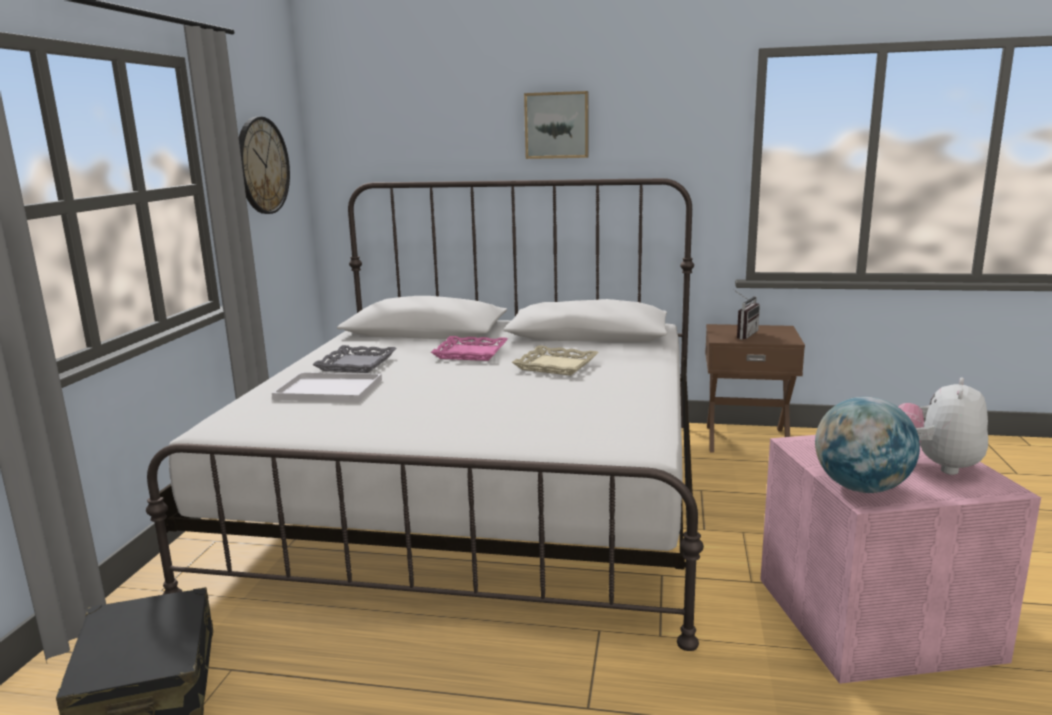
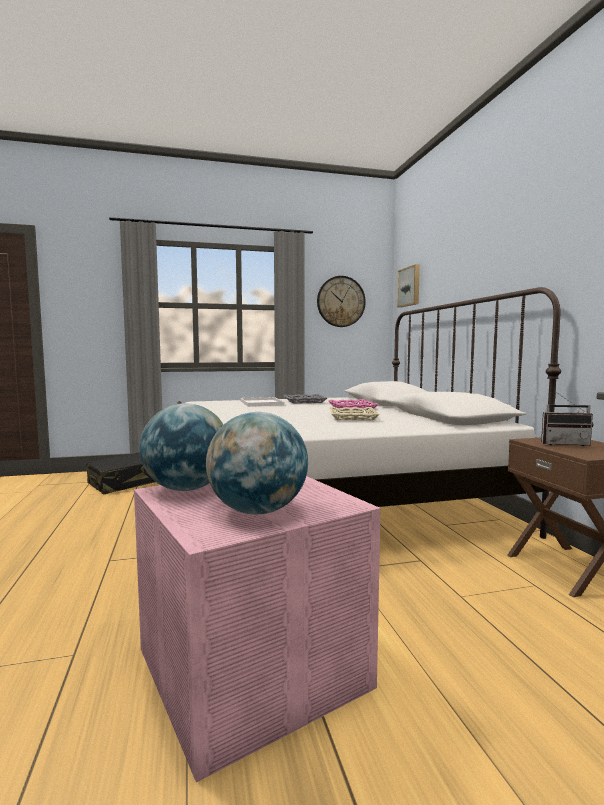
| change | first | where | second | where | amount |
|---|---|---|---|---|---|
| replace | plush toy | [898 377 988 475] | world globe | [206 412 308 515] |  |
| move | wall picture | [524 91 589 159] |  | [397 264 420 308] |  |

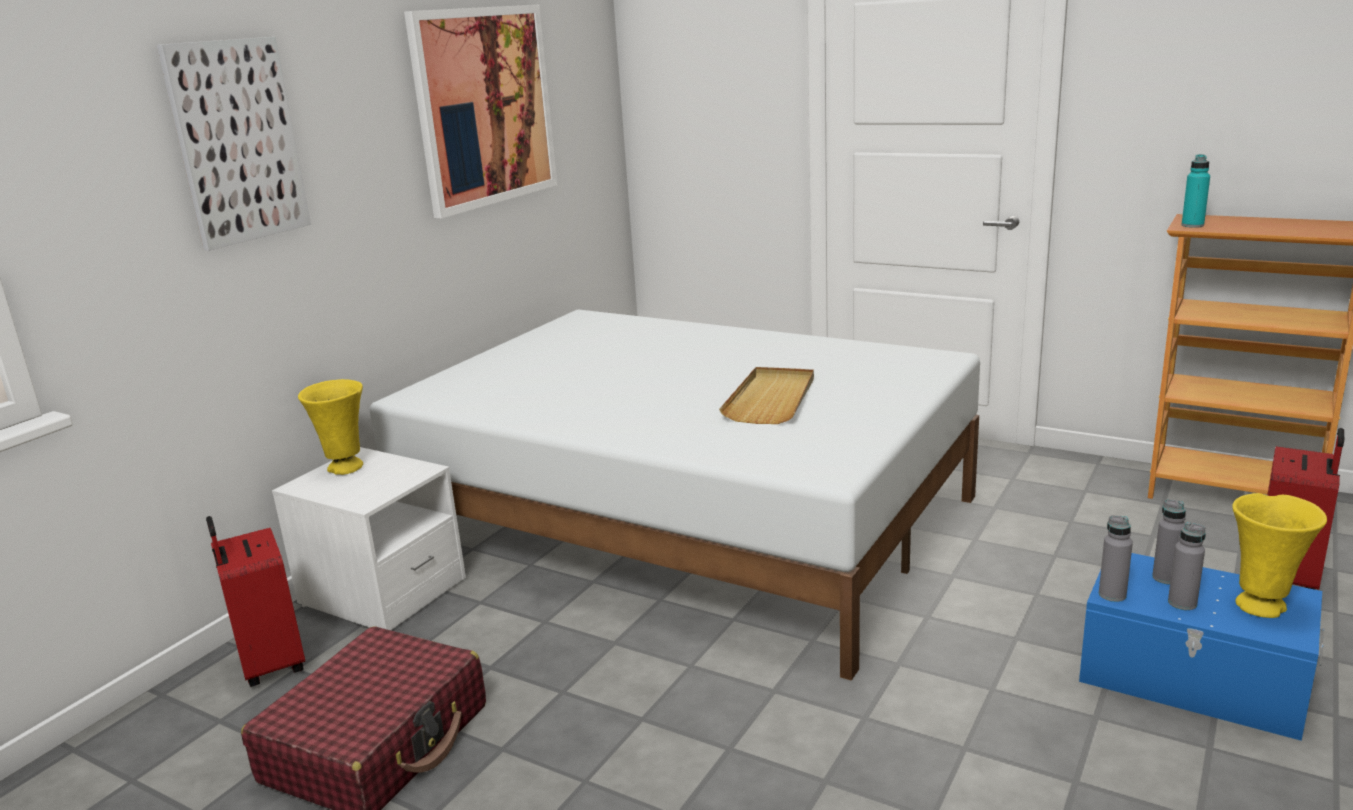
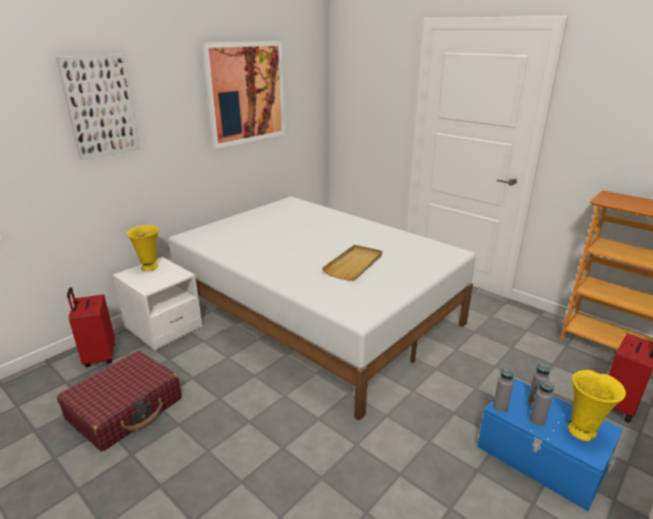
| change | first | where | second | where | amount |
|---|---|---|---|---|---|
| delete | beverage bottle in blue-green | [1181 154 1210 228] |  |  |  |

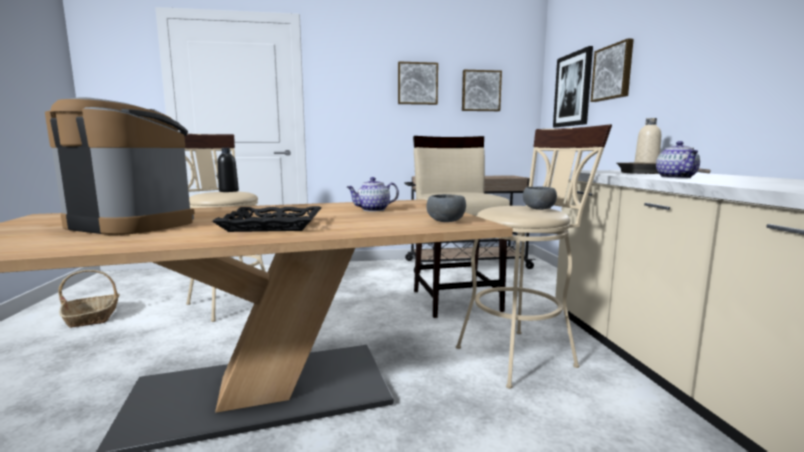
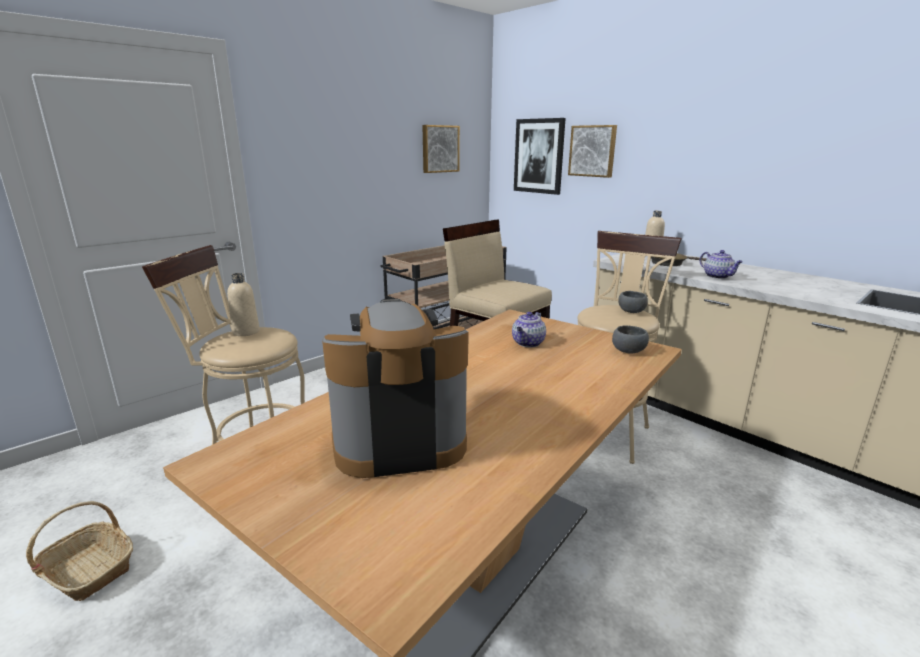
| change | first | where | second | where | amount |
|---|---|---|---|---|---|
| recolor | beverage bottle in black | [218 148 239 192] | beverage bottle in beige | [227 273 260 336] |  |
| delete | tray in black | [212 206 321 232] |  |  |  |
| delete | wall picture | [398 62 438 105] |  |  |  |

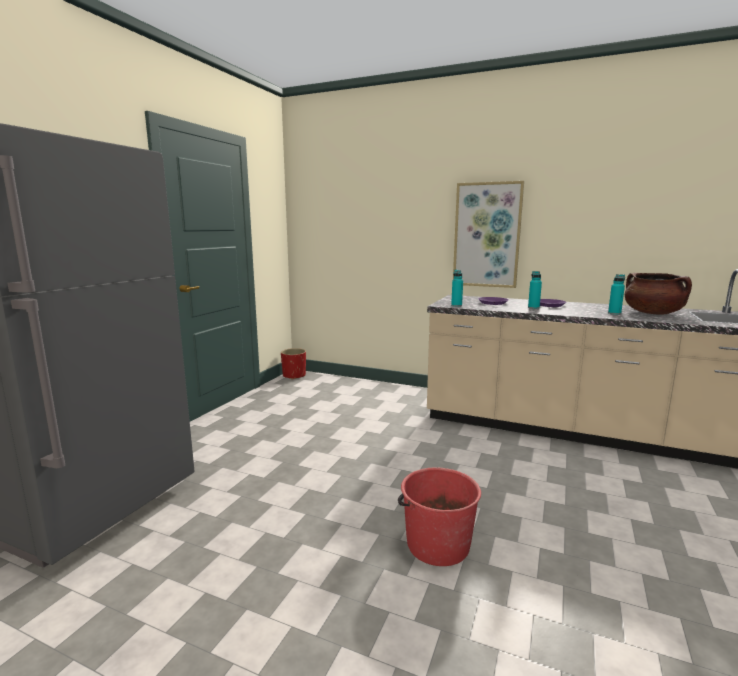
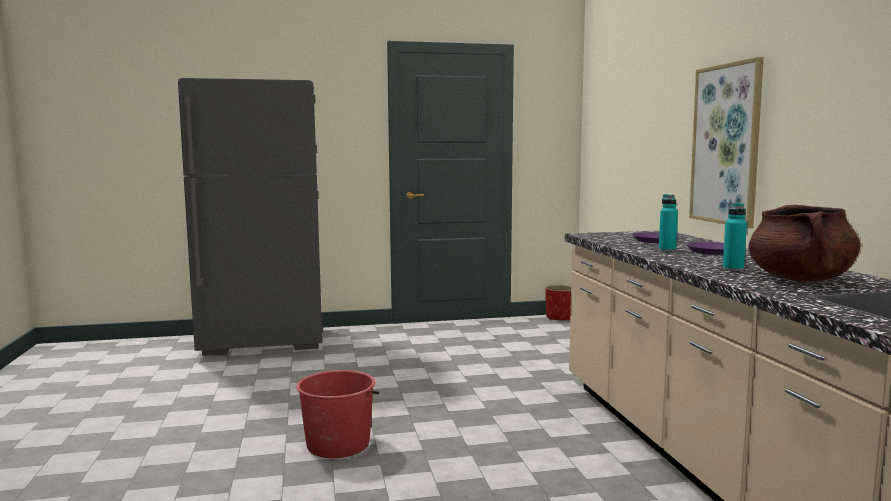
| change | first | where | second | where | amount |
|---|---|---|---|---|---|
| delete | beverage bottle in blue-green | [451 270 463 307] |  |  |  |

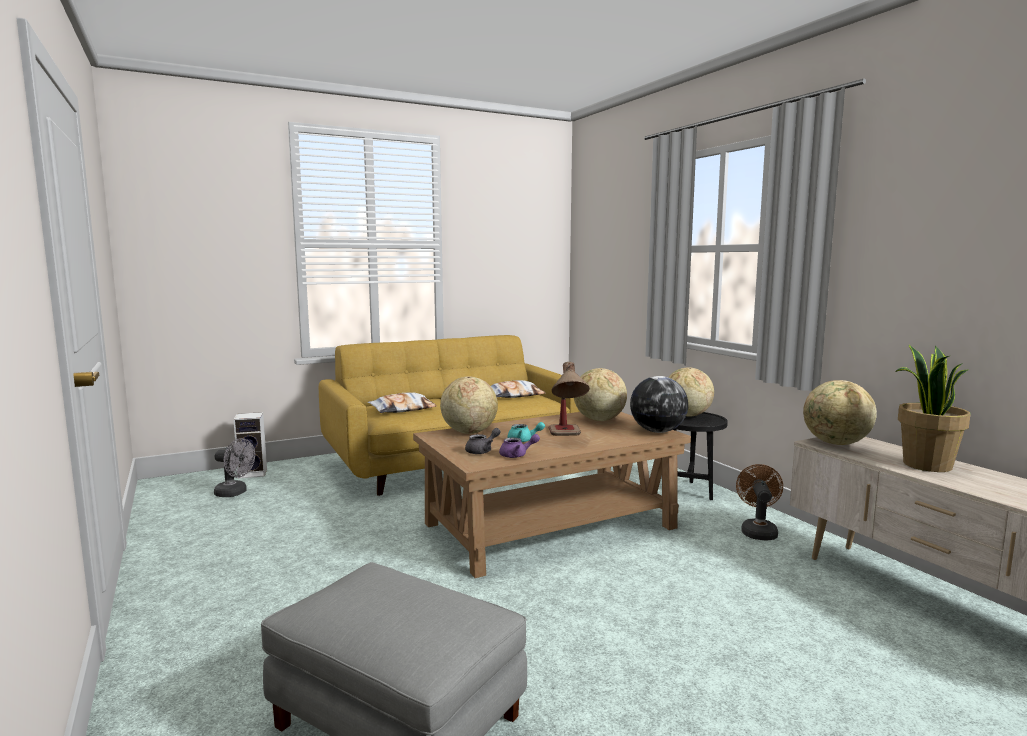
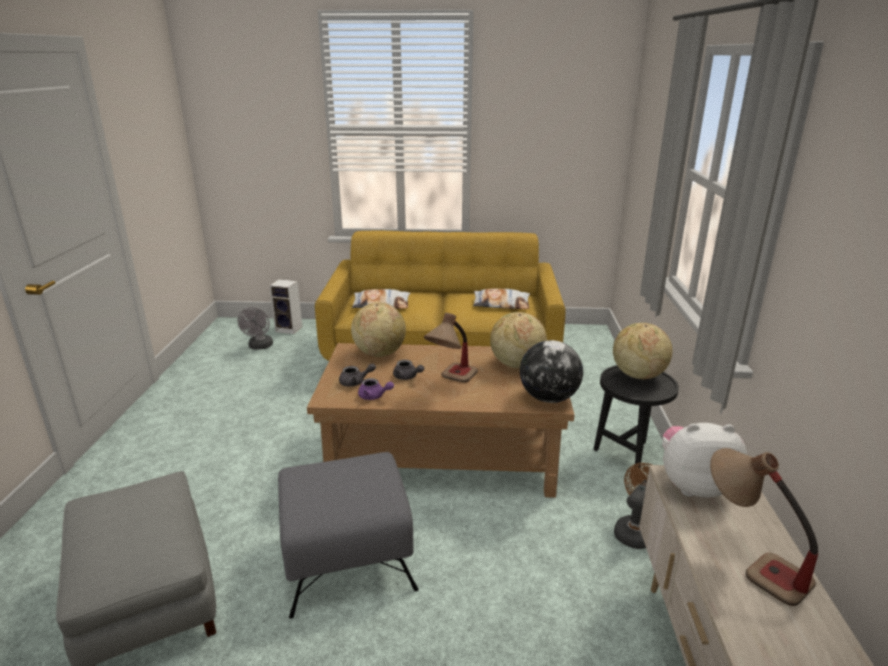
| change | first | where | second | where | amount |
|---|---|---|---|---|---|
| rotate | cooling fan in grey | [214 438 255 497] |  | [237 307 273 350] | 45 degrees clockwise |
| insert |  |  | footrest in grey | [278 452 419 619] |  |
| recolor | pot for tea in blue-green | [507 422 545 442] | pot for tea in grey | [393 360 424 380] |  |
| replace | world globe | [803 380 877 445] | plush toy | [662 423 747 498] |  |
| replace | potted plant | [895 345 970 472] | table lamp | [710 448 818 606] |  |

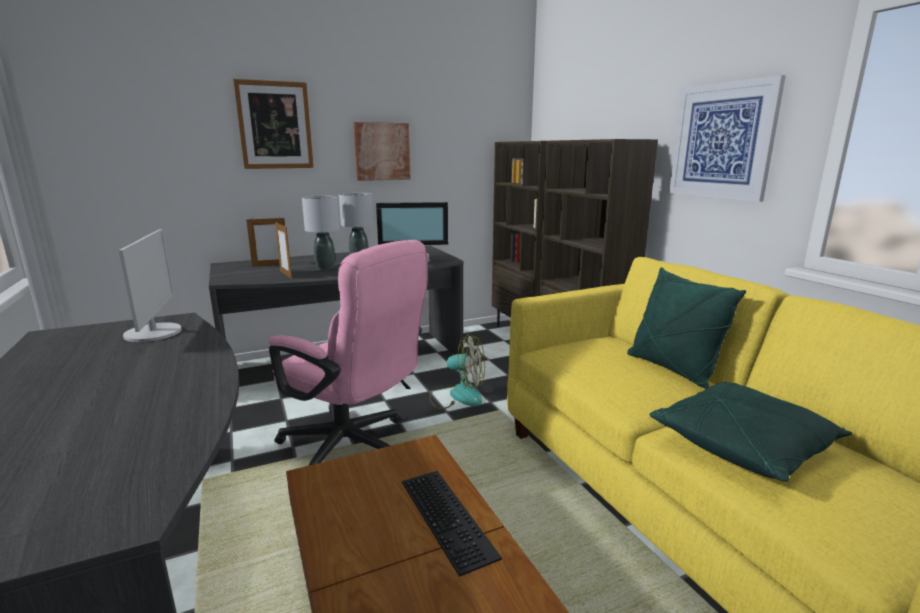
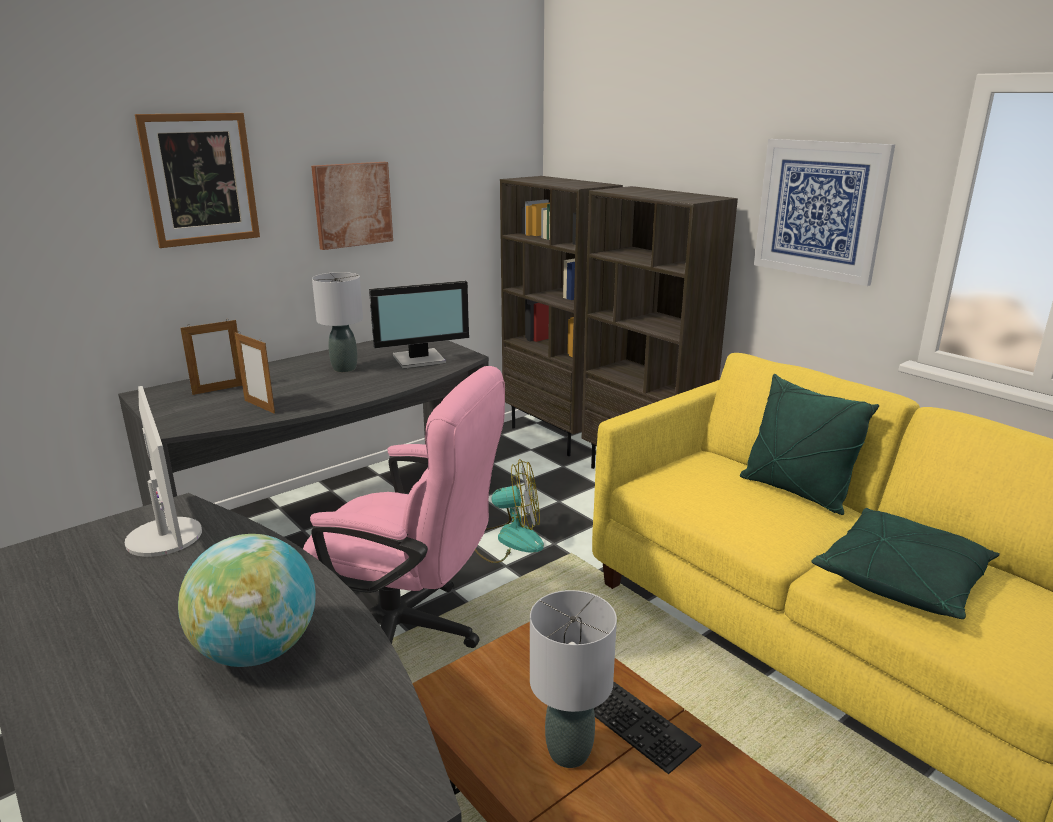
| change | first | where | second | where | amount |
|---|---|---|---|---|---|
| insert |  |  | world globe | [178 534 316 667] |  |
| move | table lamp in grey | [302 196 340 269] |  | [530 590 617 768] |  |

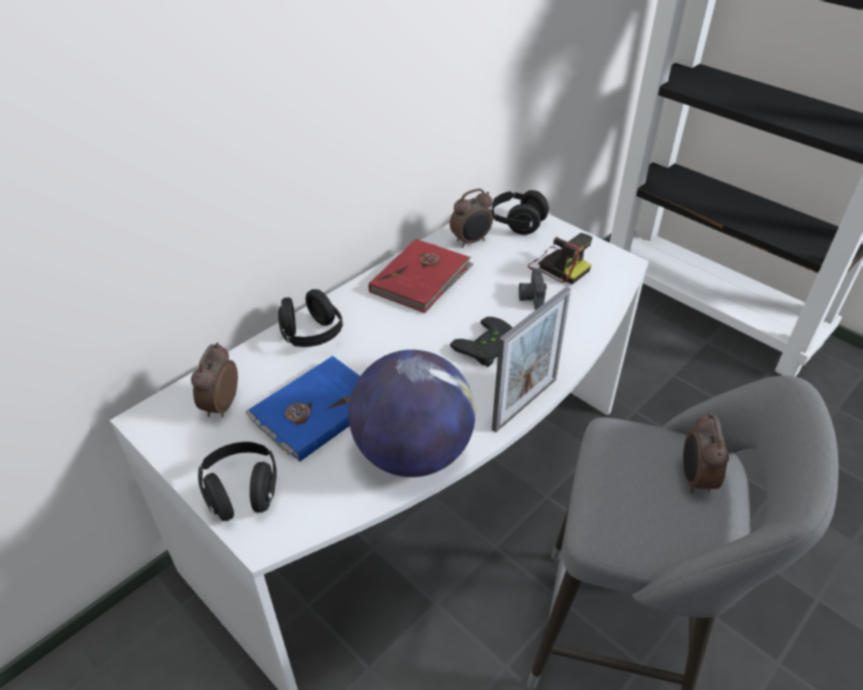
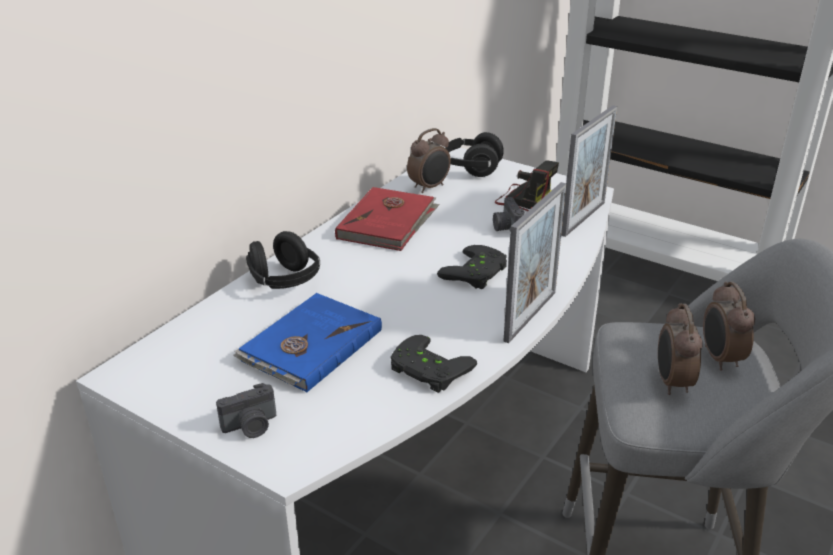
| change | first | where | second | where | amount |
|---|---|---|---|---|---|
| replace | headset in black | [198 442 277 521] | still camera | [216 383 276 438] |  |
| replace | world globe | [348 350 475 477] | game controller in black | [390 335 477 393] |  |
| insert |  |  | standing frame | [561 105 617 237] |  |
| move | alarm clock | [191 343 238 417] |  | [658 303 703 395] |  |

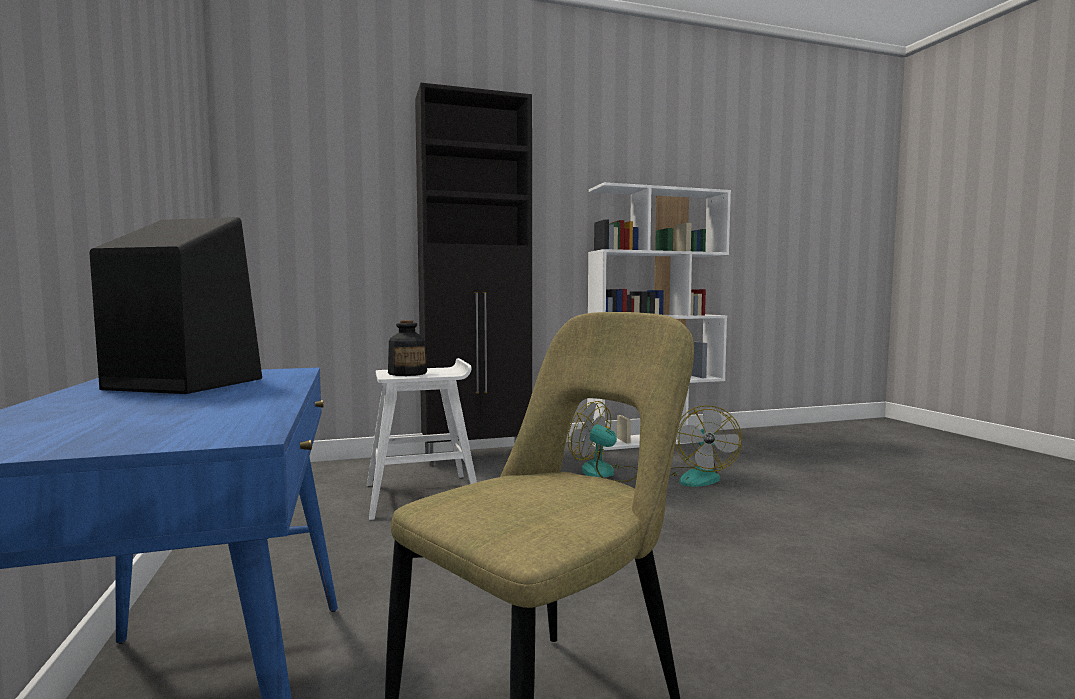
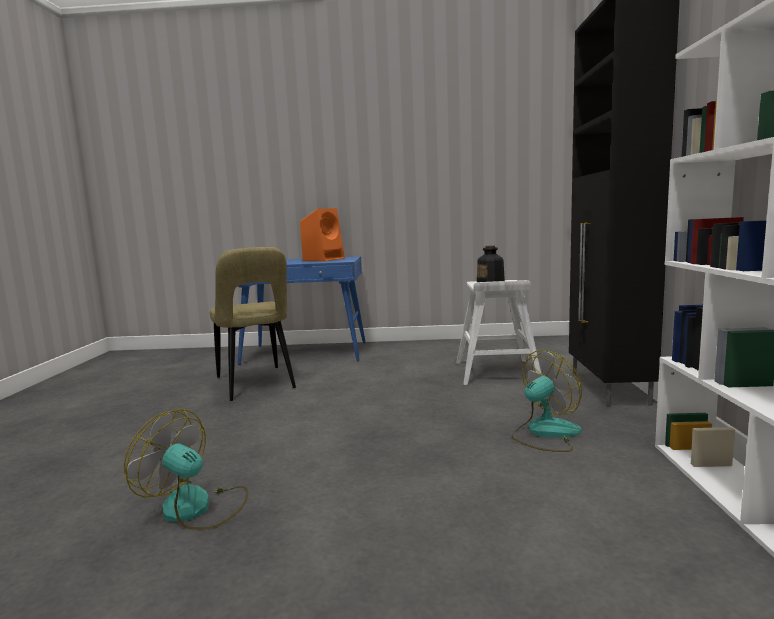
| change | first | where | second | where | amount |
|---|---|---|---|---|---|
| move | cooling fan | [670 405 742 487] |  | [124 409 248 530] |  |
| recolor | audio speaker in black | [89 217 262 394] | audio speaker in orange | [300 208 345 261] |  |

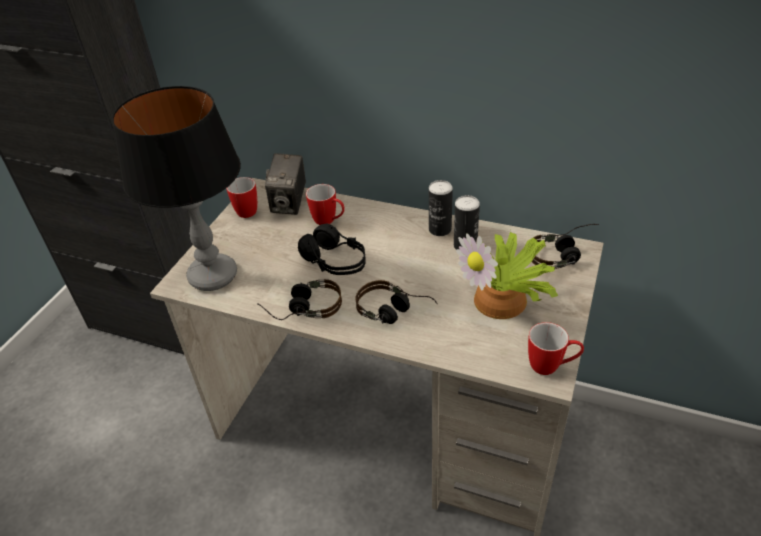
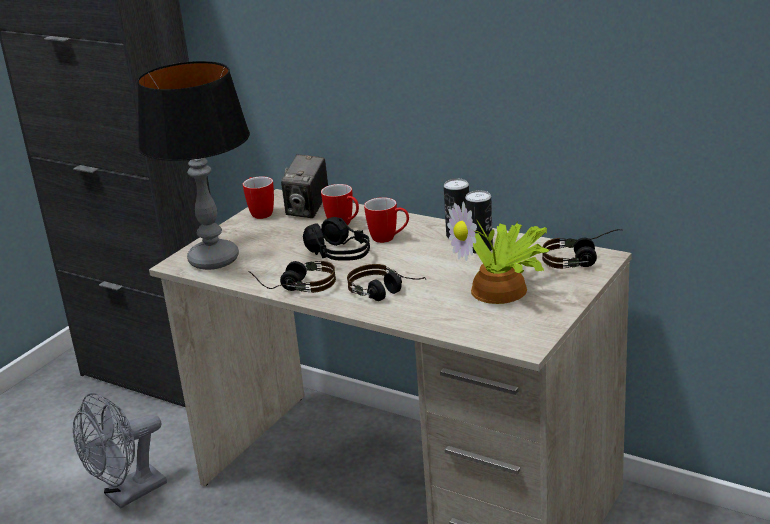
| change | first | where | second | where | amount |
|---|---|---|---|---|---|
| insert |  |  | cooling fan in grey | [73 393 167 509] |  |
| move | tea mug | [528 322 584 375] |  | [364 197 409 243] |  |

